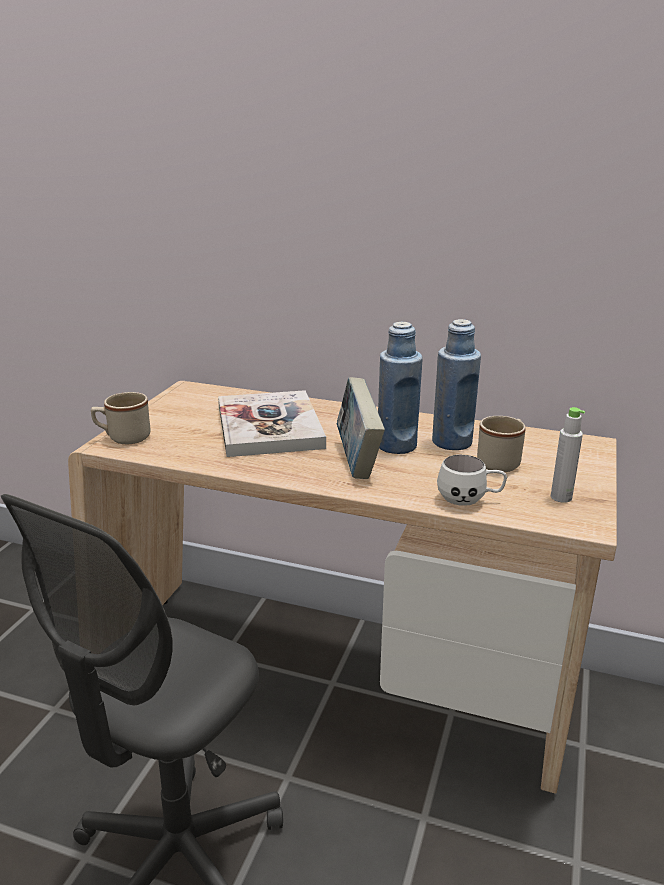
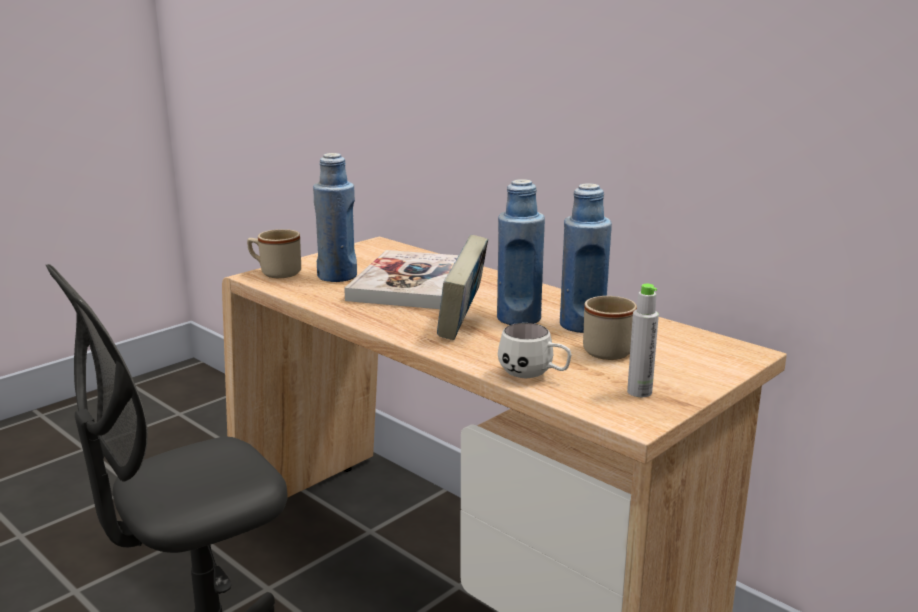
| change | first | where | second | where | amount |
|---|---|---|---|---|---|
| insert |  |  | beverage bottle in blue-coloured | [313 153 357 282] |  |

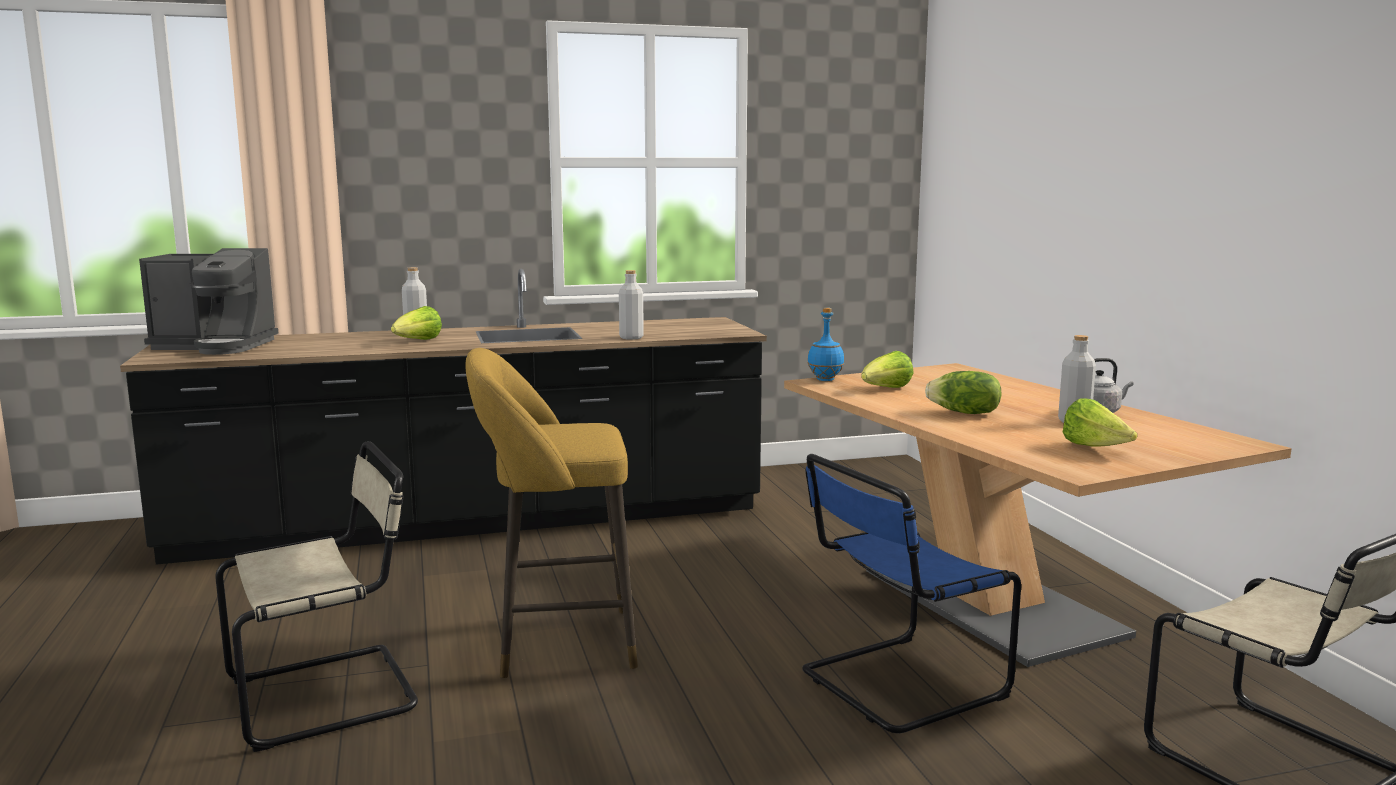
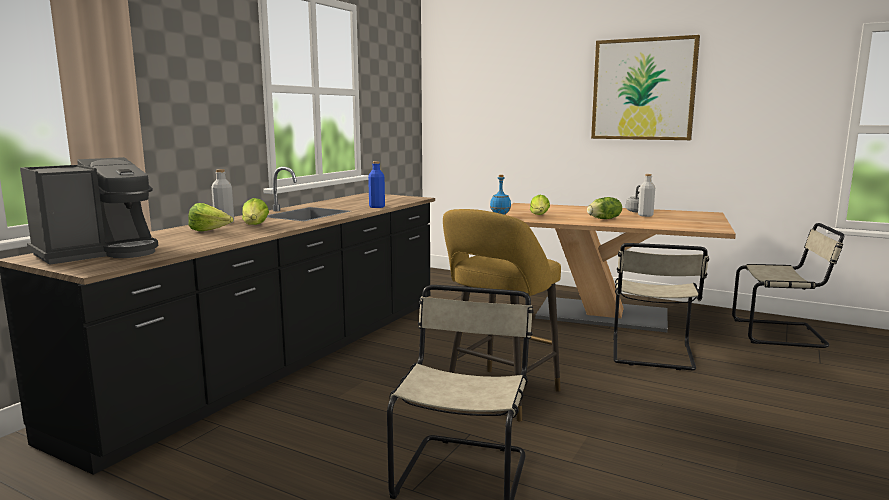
| change | first | where | second | where | amount |
|---|---|---|---|---|---|
| move | lettuce | [1063 398 1137 447] |  | [188 203 233 231] |  |
| recolor | beverage bottle in grey | [619 270 644 340] | beverage bottle in blue-coloured | [368 161 385 208] |  |
| insert |  |  | wall picture | [591 35 700 140] |  |
| recolor | plain chair in blue-coloured | [802 454 1021 733] | plain chair in beige | [613 243 709 370] |  |

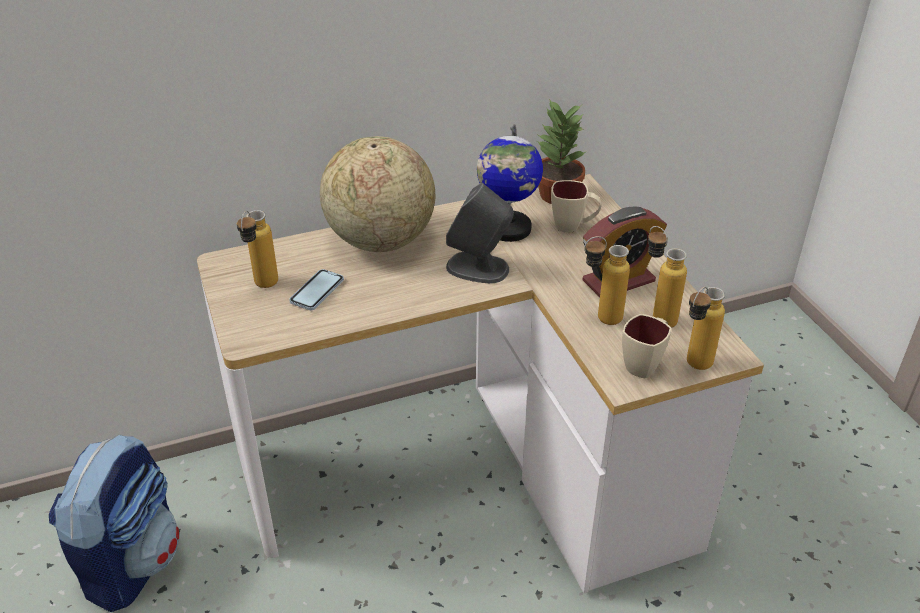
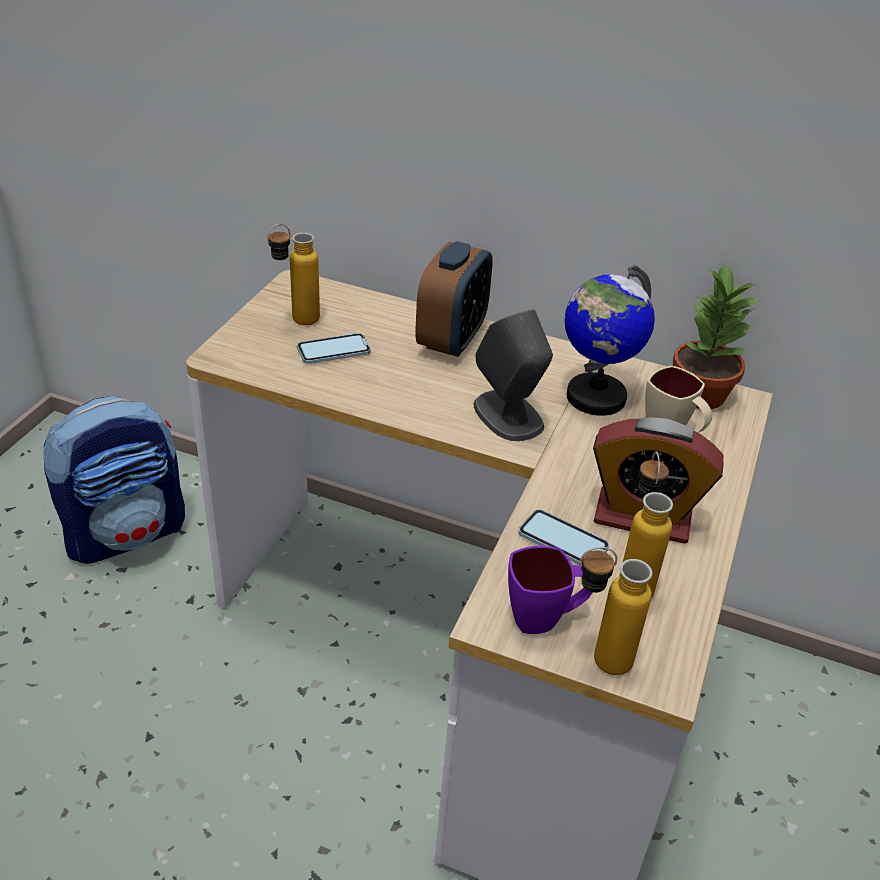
| change | first | where | second | where | amount |
|---|---|---|---|---|---|
| replace | world globe | [320 136 435 252] | alarm clock | [415 241 493 357] |  |
| recolor | tea mug in beige | [622 314 671 378] | tea mug in purplish | [508 546 593 634] |  |
| replace | beverage bottle | [584 236 630 325] | handset | [518 509 610 565] |  |

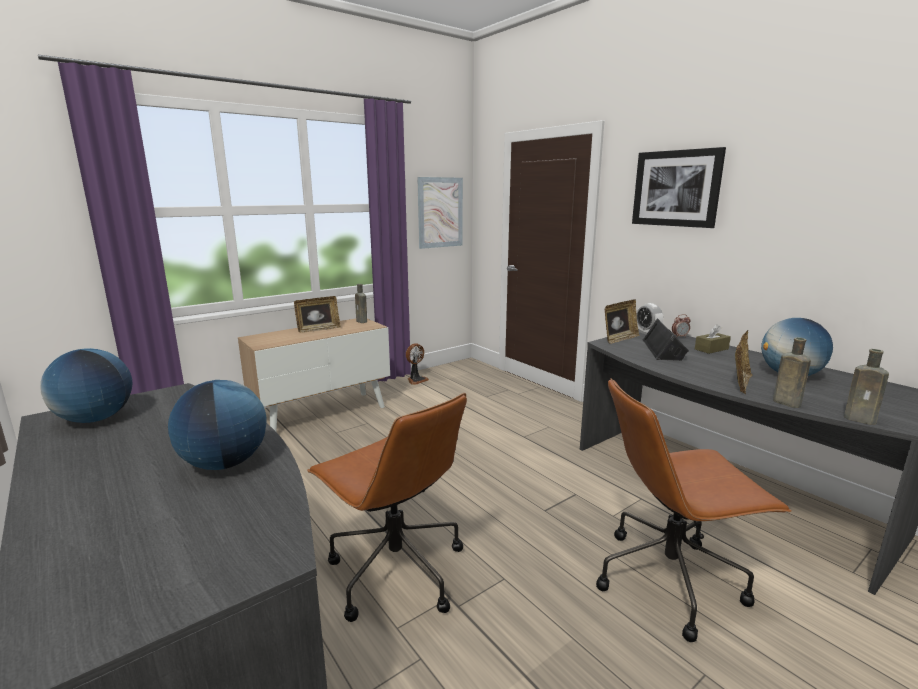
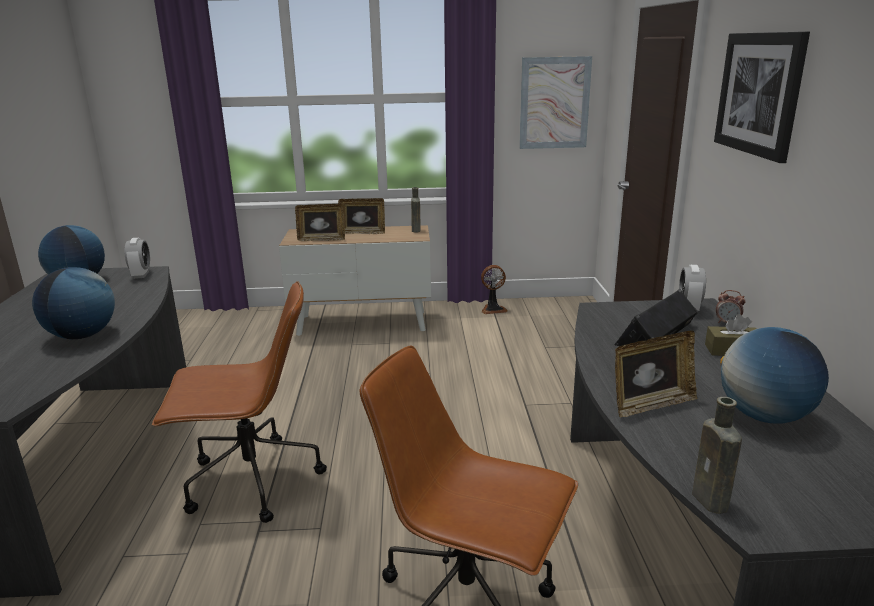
| change | first | where | second | where | amount |
|---|---|---|---|---|---|
| insert |  |  | alarm clock | [124 238 150 279] |  |
| rotate | computer chair in brown | [307 393 467 622] |  | [152 281 327 523] | 90 degrees counterclockwise |
| move | standing frame | [605 299 640 344] |  | [295 204 345 241] |  |
| delete | beverage bottle in brown | [773 337 811 408] |  |  |  |

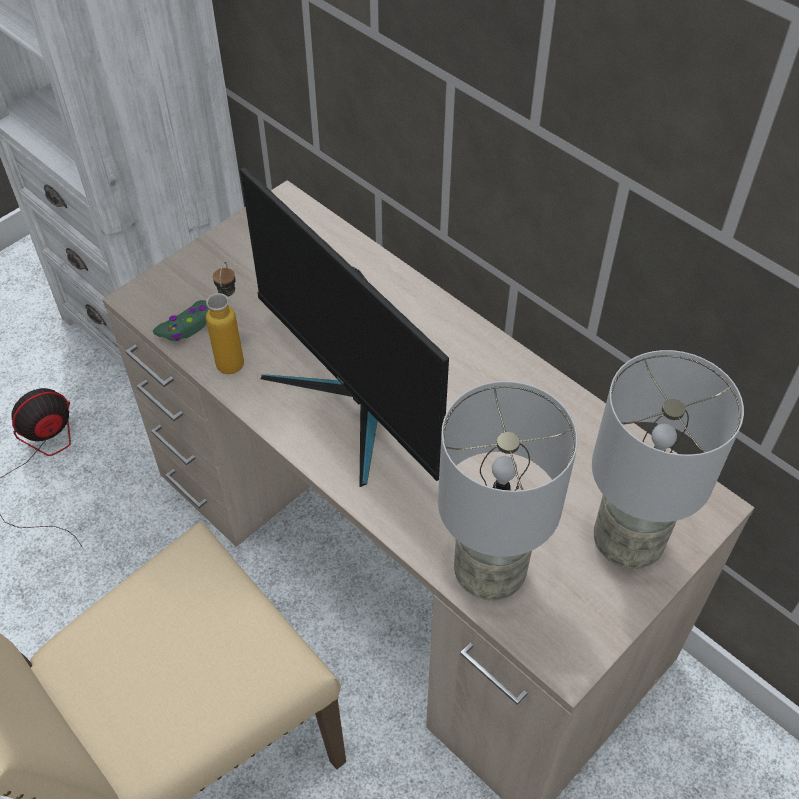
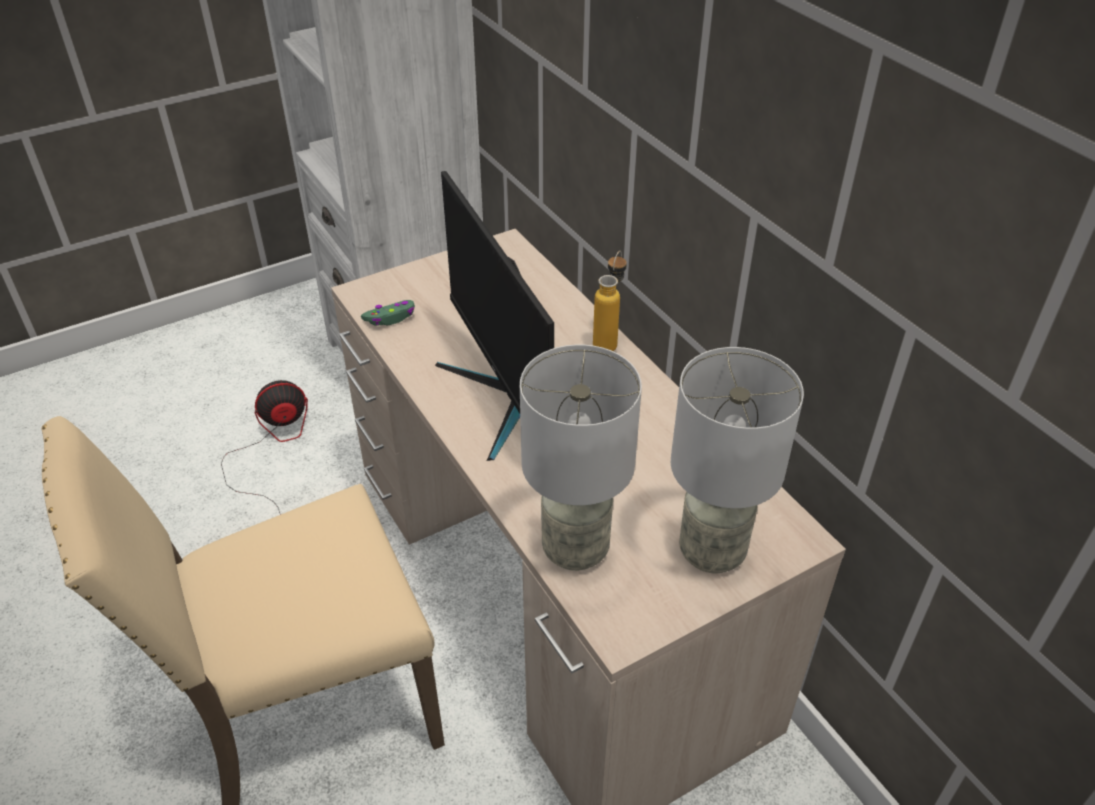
| change | first | where | second | where | amount |
|---|---|---|---|---|---|
| move | beverage bottle | [206 262 244 374] |  | [593 251 627 351] |  |

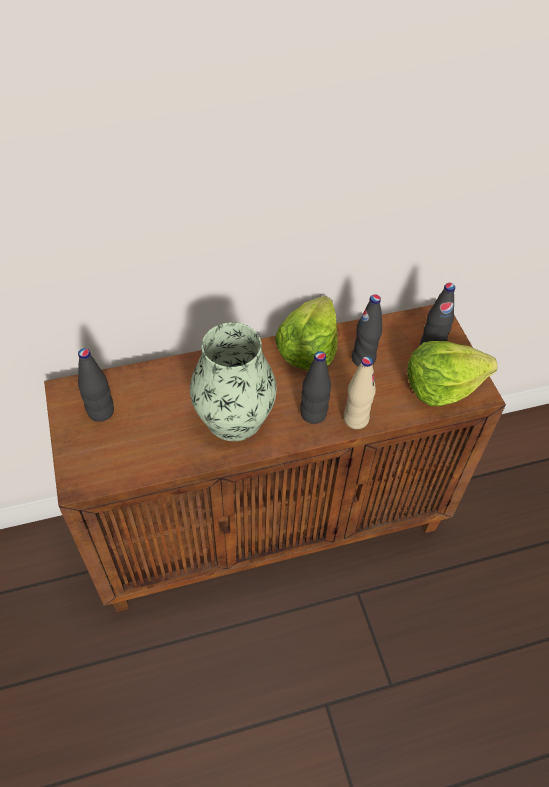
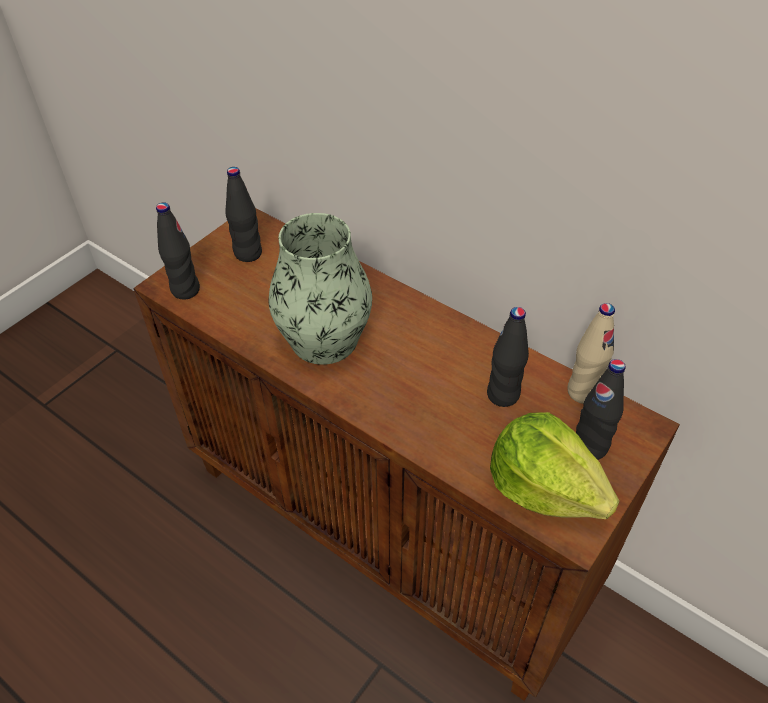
| change | first | where | second | where | amount |
|---|---|---|---|---|---|
| move | beverage bottle in black | [300 351 331 424] |  | [156 202 200 300] |  |
| move | beverage bottle in beige | [344 356 376 429] |  | [567 303 615 404] |  |
| delete | lettuce | [275 296 338 370] |  |  |  |

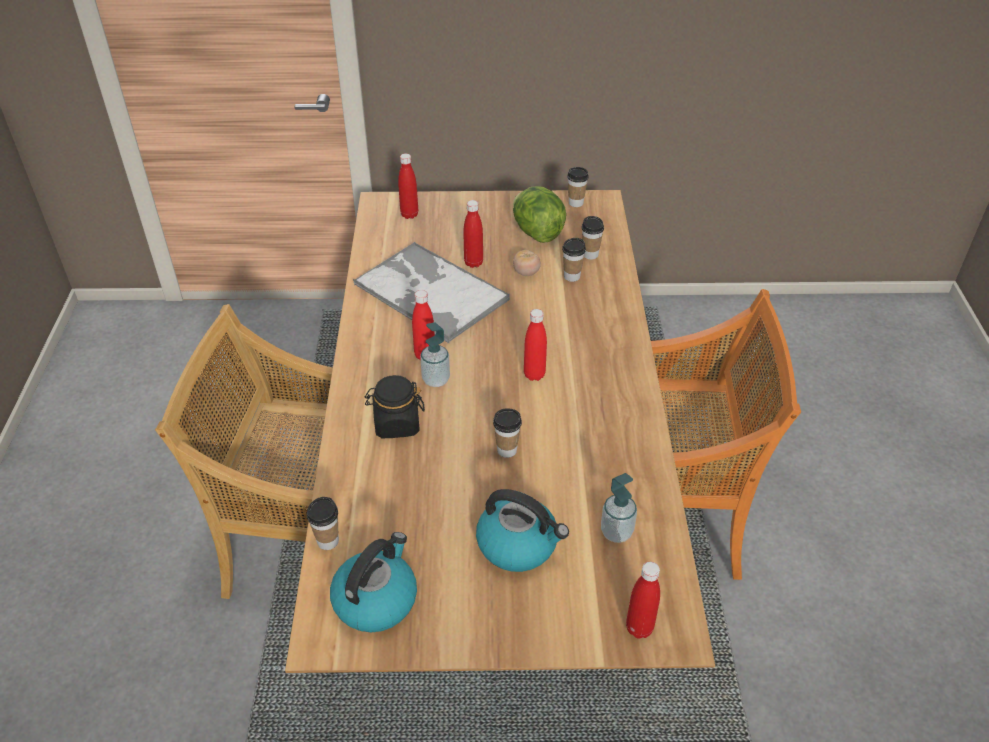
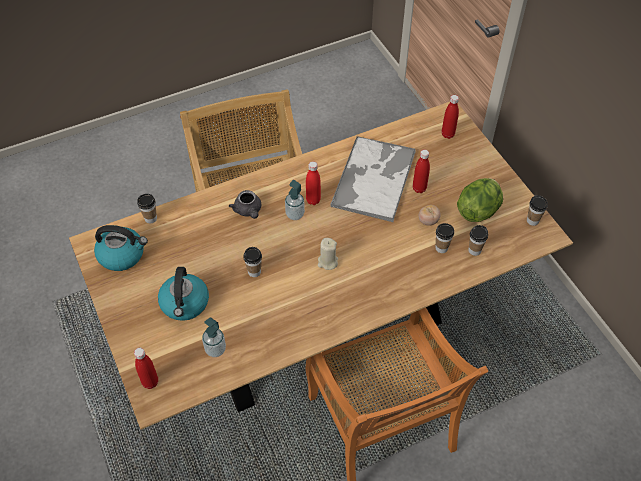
| change | first | where | second | where | amount |
|---|---|---|---|---|---|
| replace | preserve jar in black | [365 375 425 438] | pot for tea in grey | [229 190 261 219] |  |
| replace | beverage bottle in red | [524 309 547 381] | wax candle in beige | [318 238 338 270] |  |

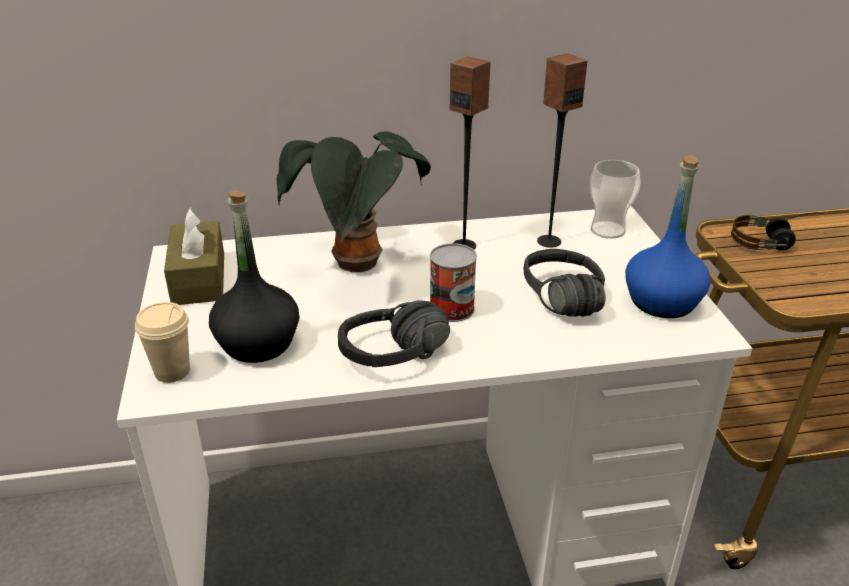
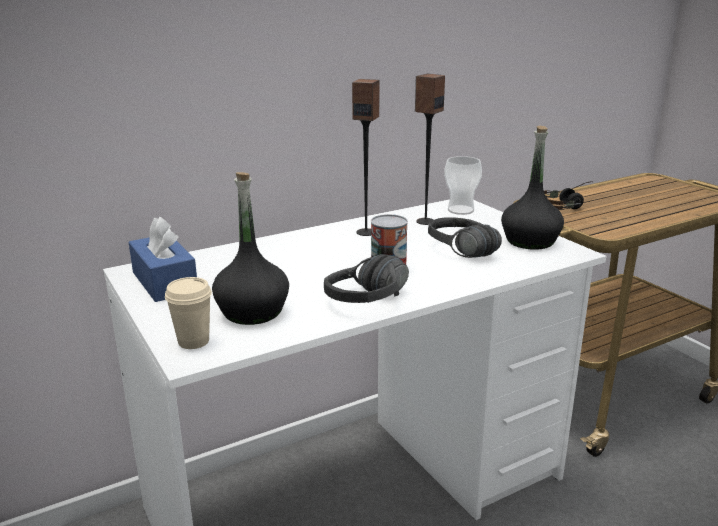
| change | first | where | second | where | amount |
|---|---|---|---|---|---|
| recolor | box of tissues in brown | [164 207 224 305] | box of tissues in blue-coloured | [129 216 197 302] |  |
| recolor | beverage bottle in blue-coloured | [625 155 711 318] | beverage bottle in black | [501 126 564 250] |  |
| delete | potted plant | [277 132 431 272] |  |  |  |

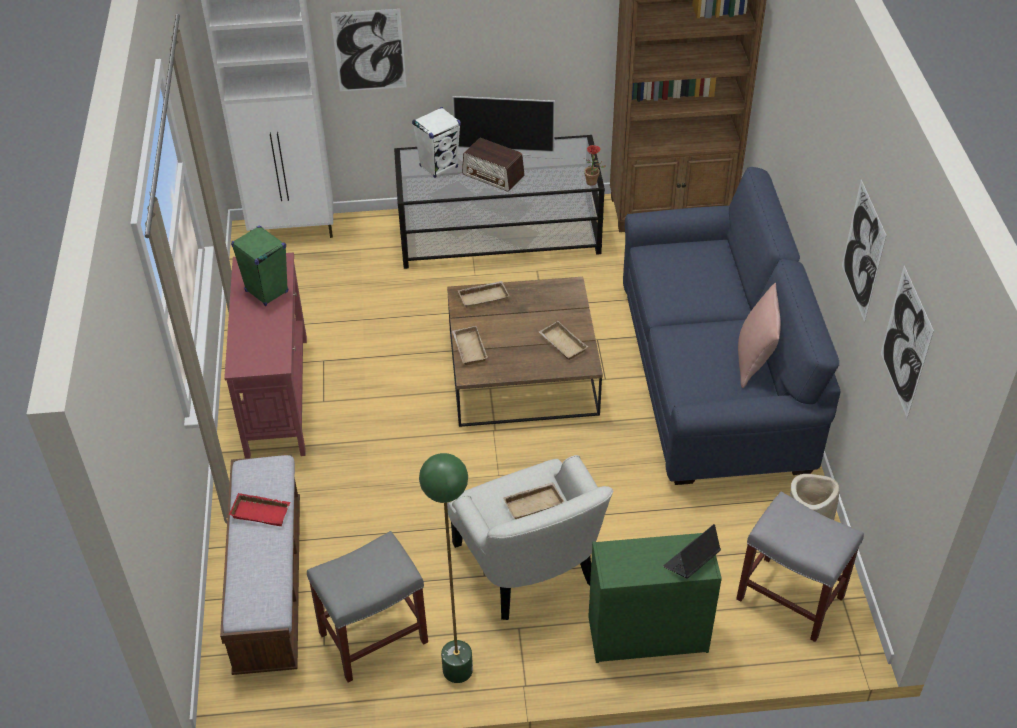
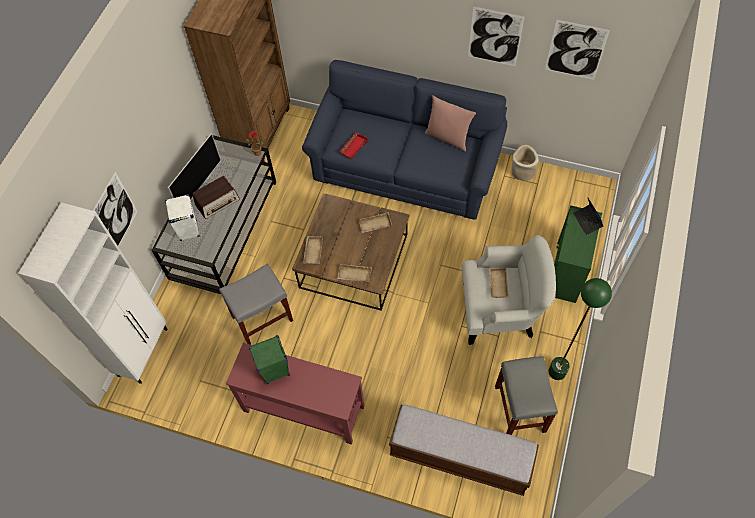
| change | first | where | second | where | amount |
|---|---|---|---|---|---|
| move | sitting stool in grey | [736 492 864 642] |  | [219 264 293 345] |  |
| move | tray in red | [229 493 291 526] |  | [339 132 369 159] |  |

